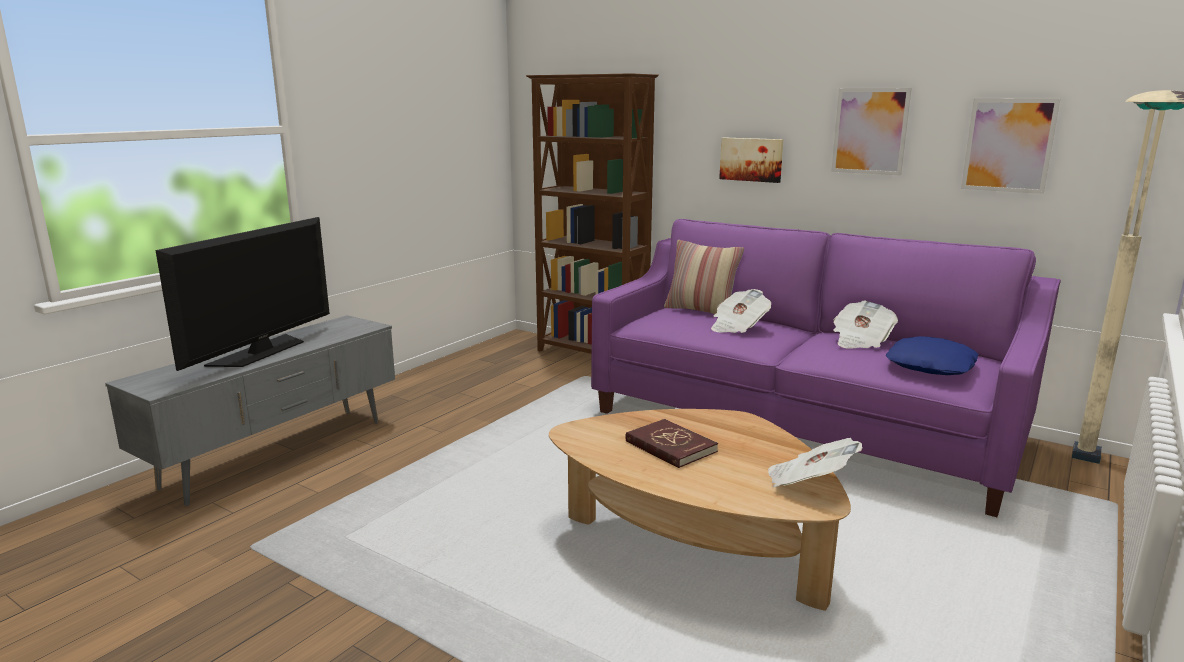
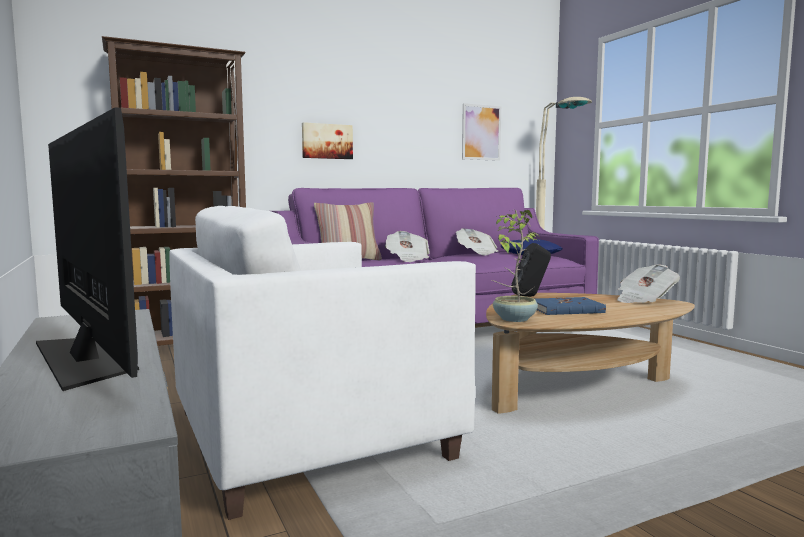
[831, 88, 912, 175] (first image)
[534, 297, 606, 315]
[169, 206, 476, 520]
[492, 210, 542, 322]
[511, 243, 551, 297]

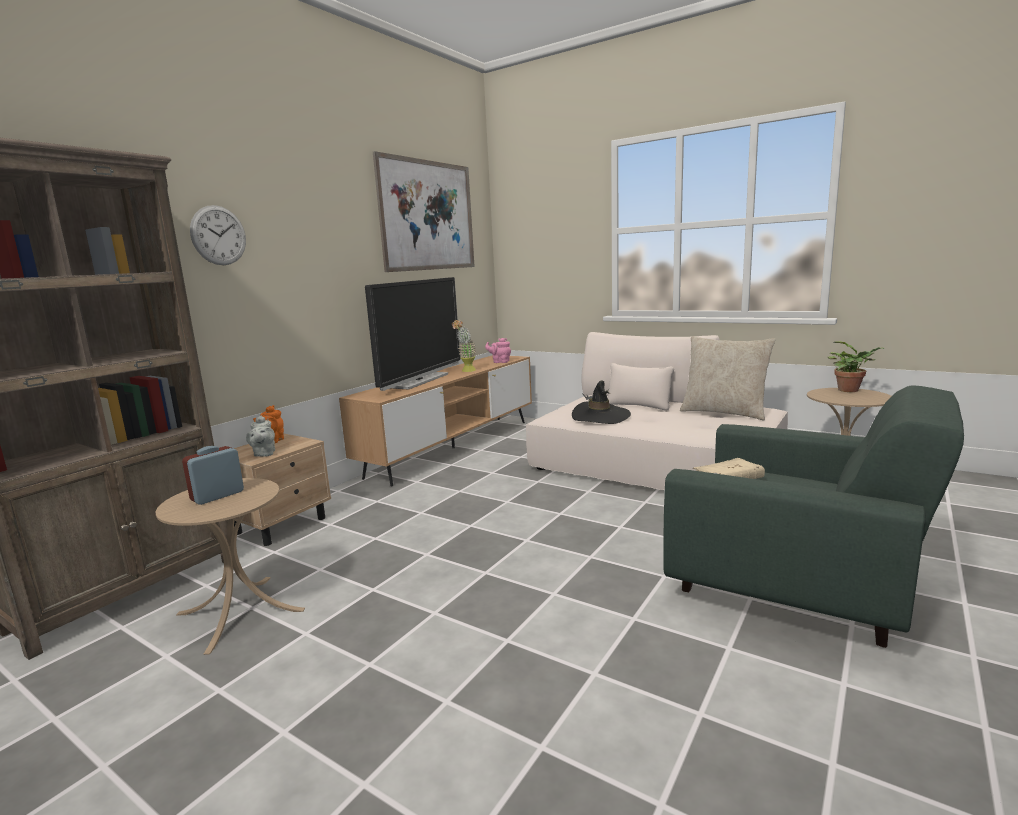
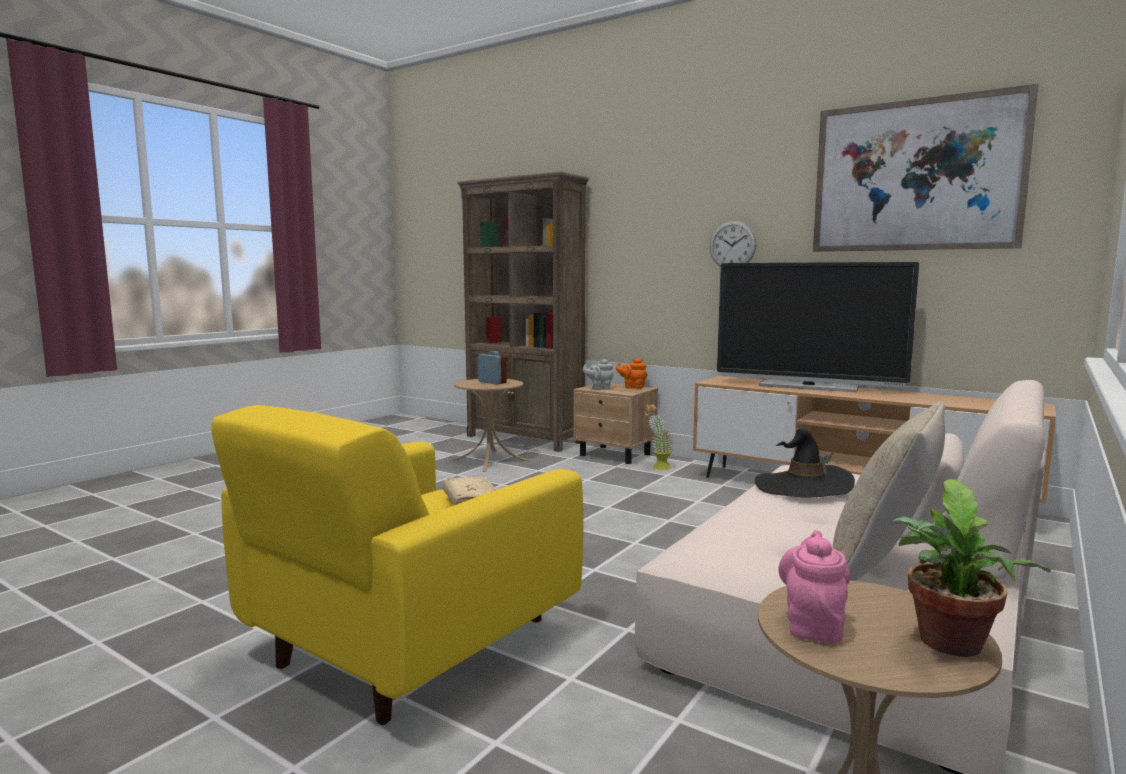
[710, 221, 757, 267]
[645, 404, 673, 470]
[778, 530, 850, 643]
[211, 405, 584, 725]

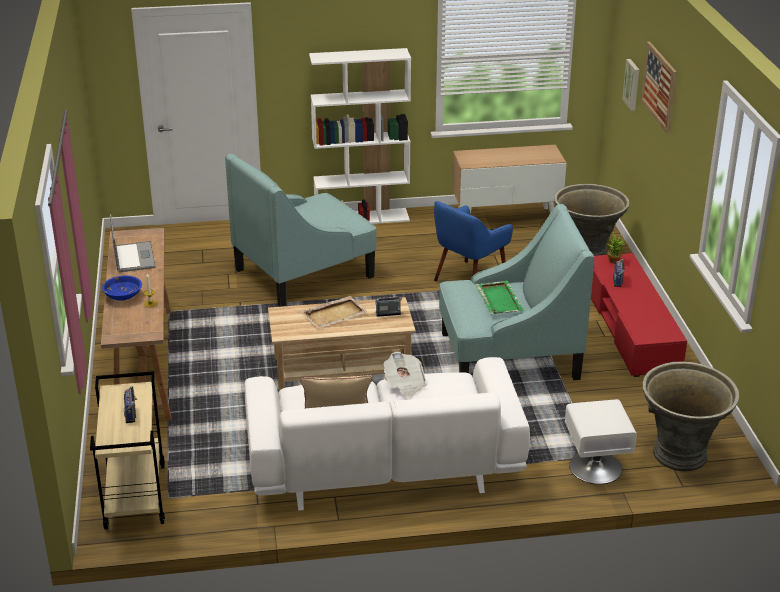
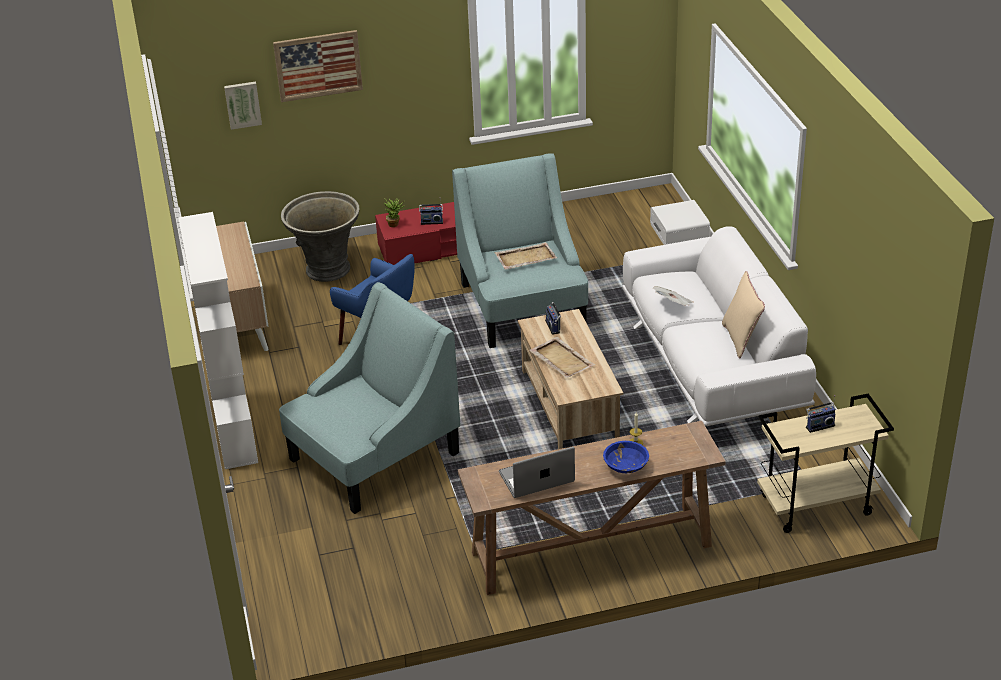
[279, 282, 460, 514]
[495, 242, 557, 270]
[642, 362, 739, 472] (first image)

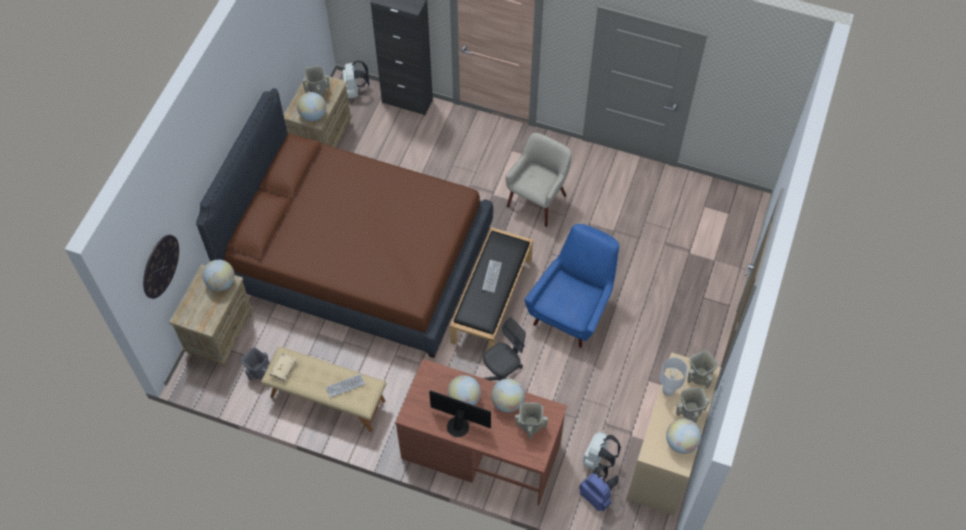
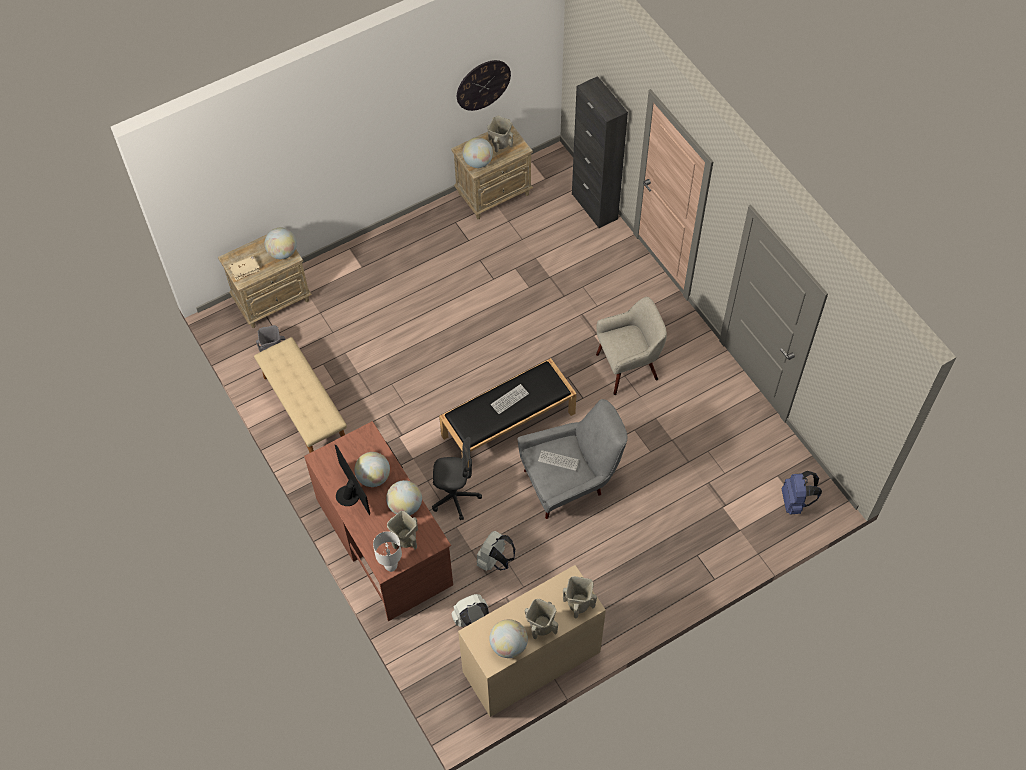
[476, 531, 515, 571]
[196, 88, 493, 358] (first image)
[517, 399, 627, 519]
[457, 60, 511, 111]
[229, 255, 260, 281]
[373, 531, 402, 572]
[538, 450, 579, 471]
[782, 471, 822, 515]

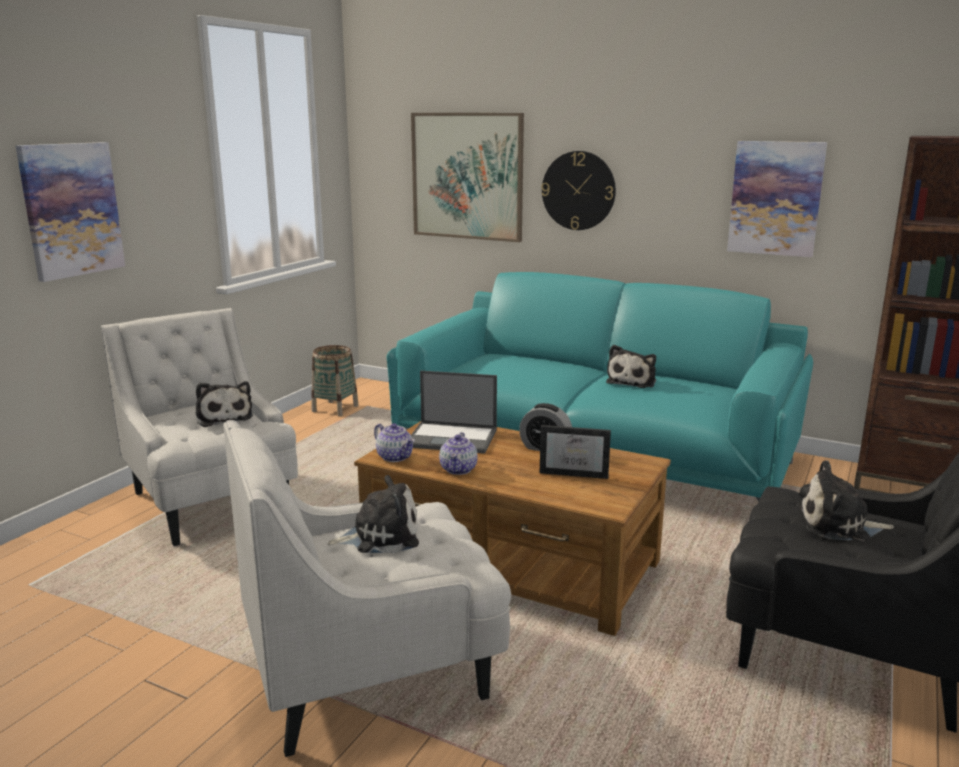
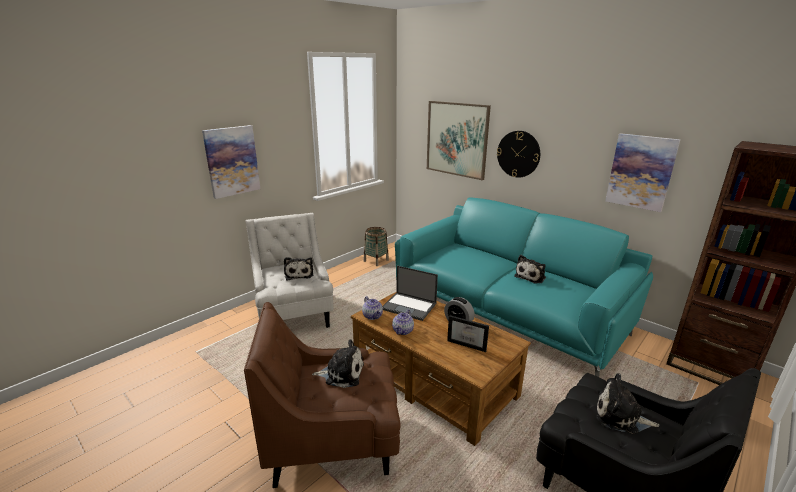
[244, 302, 401, 488]

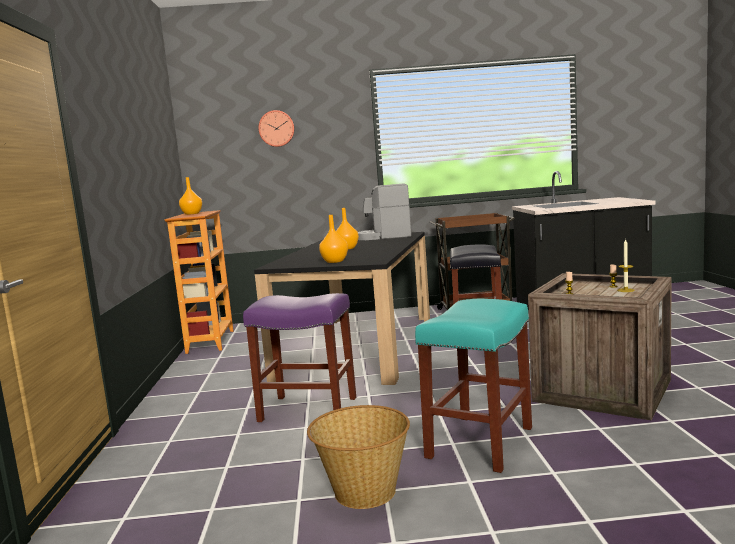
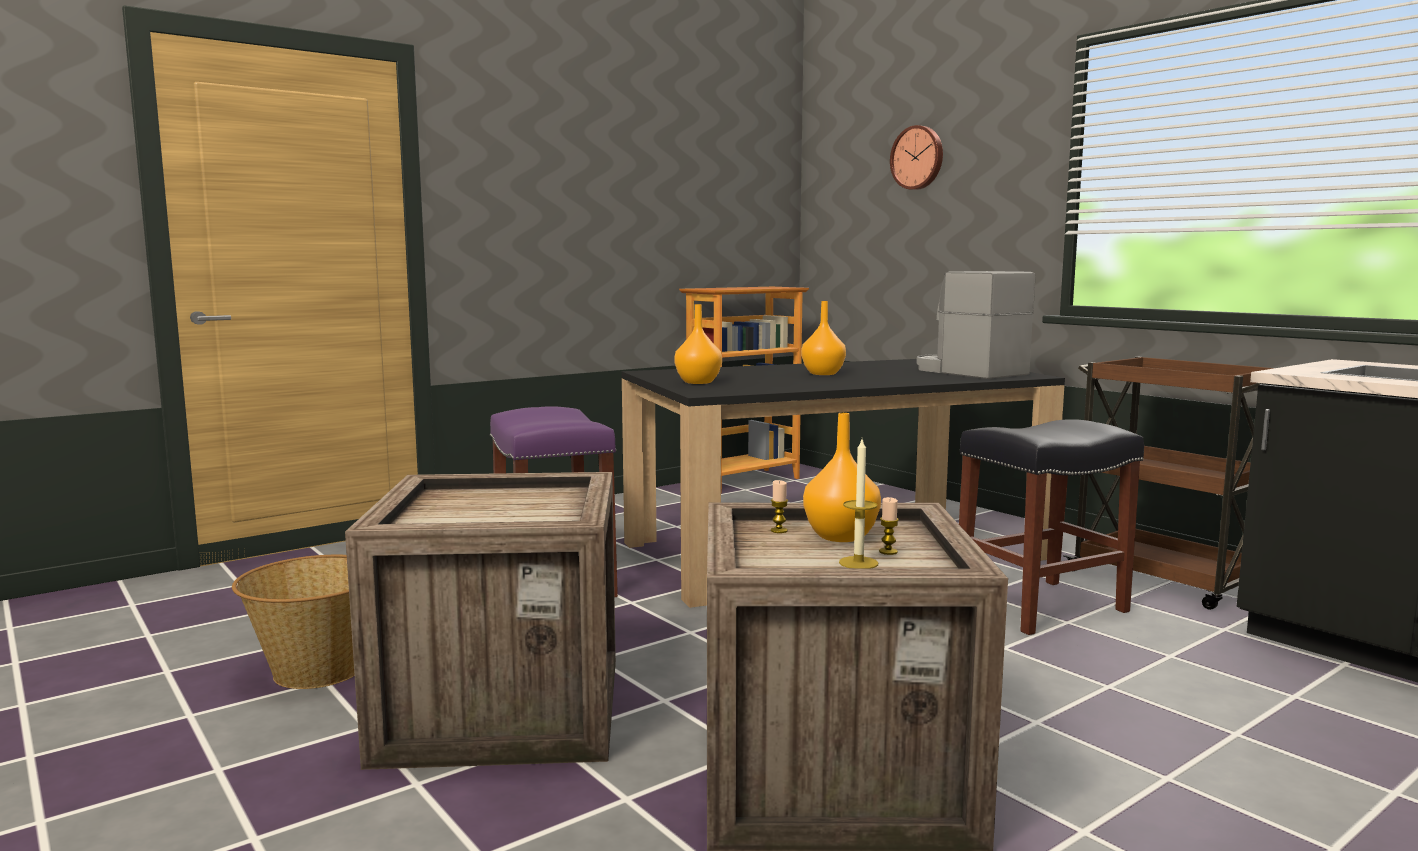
[803, 413, 881, 542]
[345, 472, 616, 770]

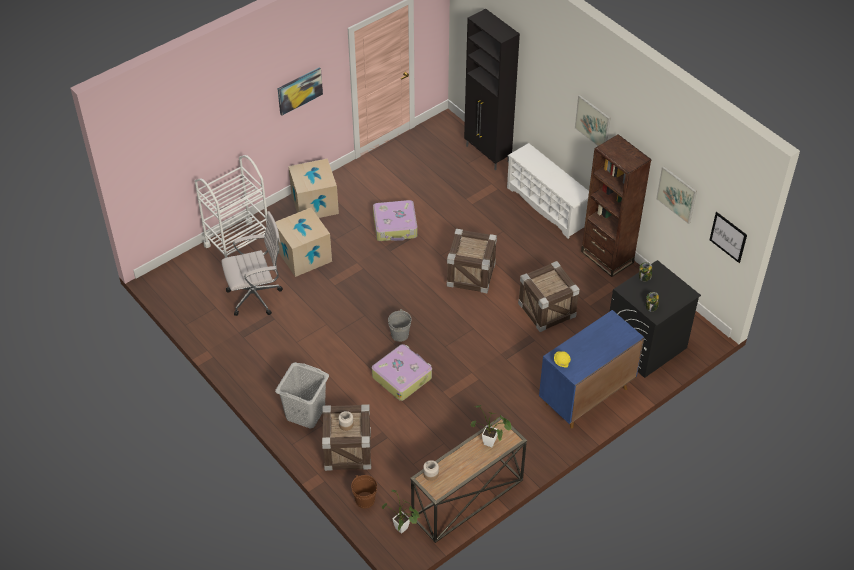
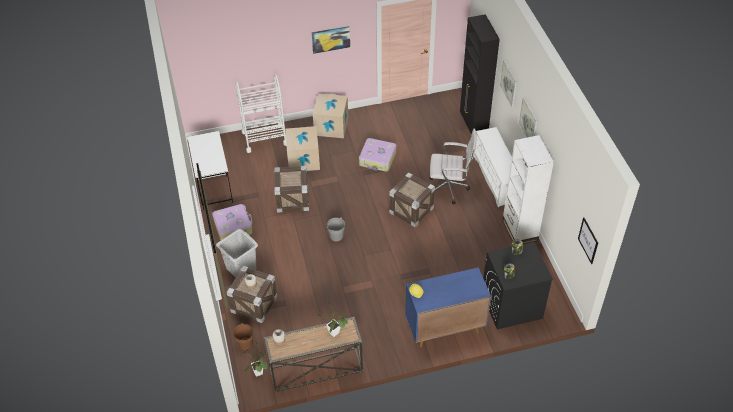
[502, 135, 554, 244]
[500, 60, 517, 107]
[430, 128, 476, 204]
[274, 166, 309, 213]
[212, 204, 253, 241]
[187, 131, 233, 210]

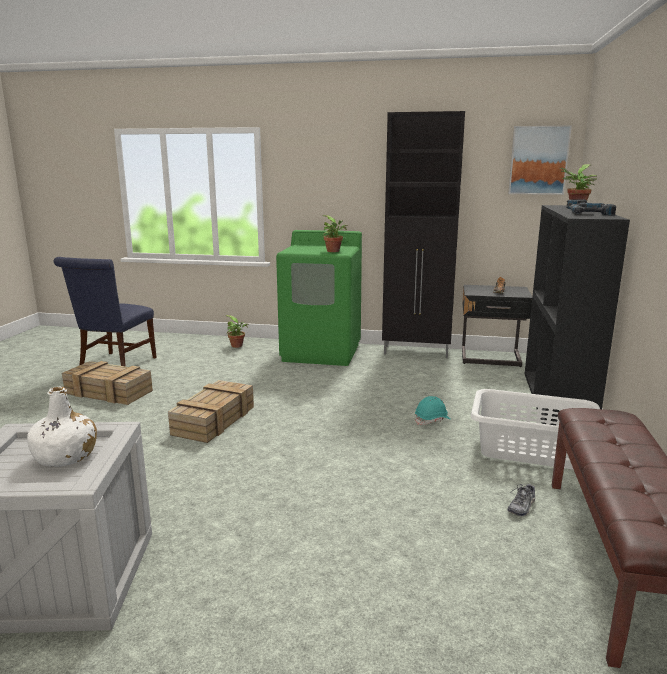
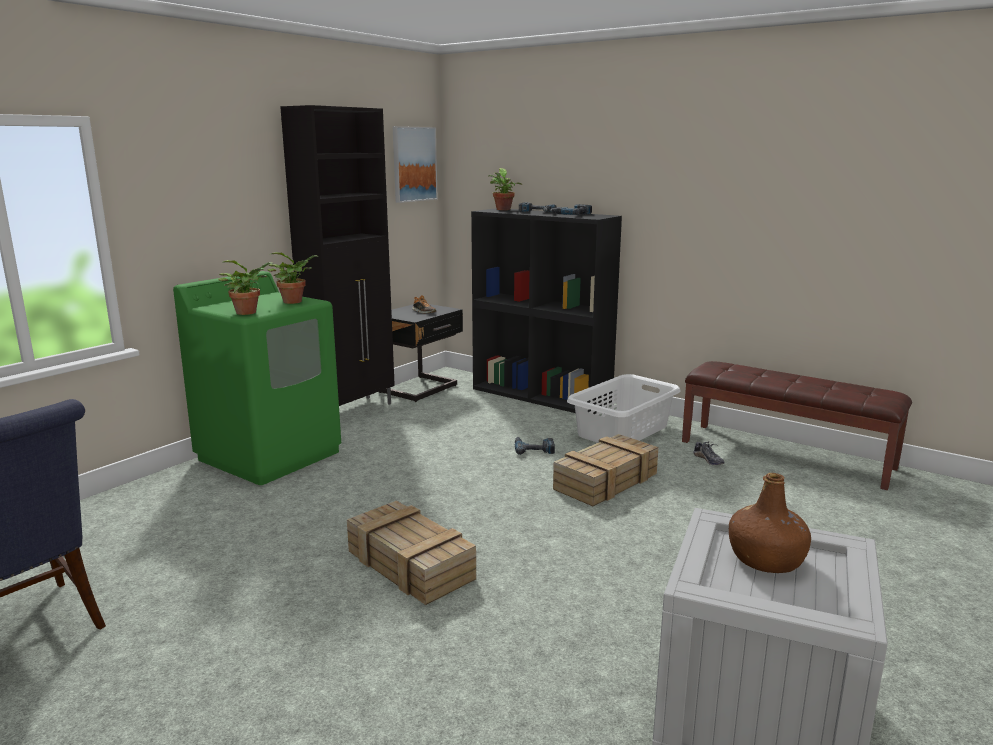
[218, 260, 274, 315]
[553, 434, 659, 506]
[729, 473, 811, 573]
[515, 437, 555, 455]

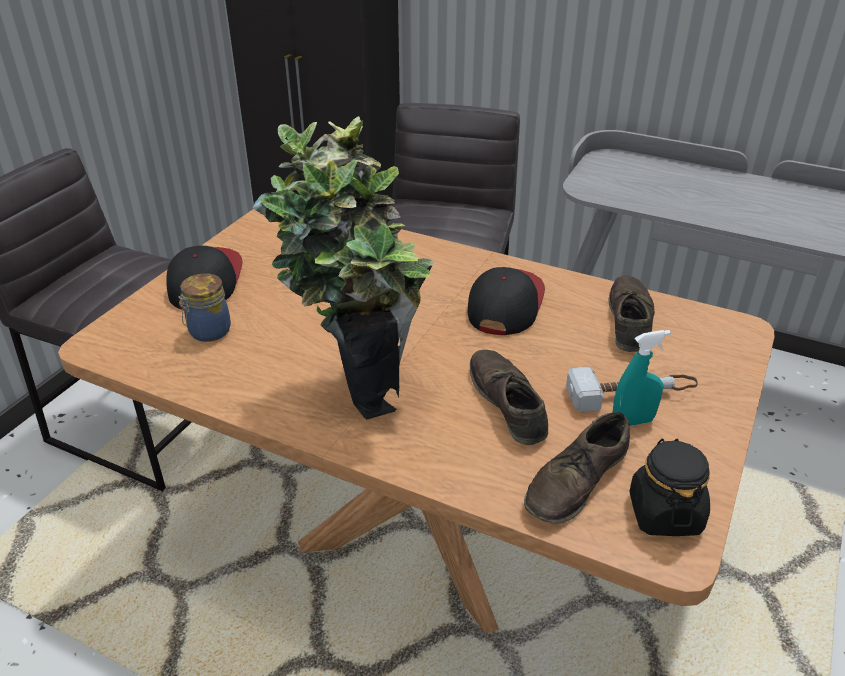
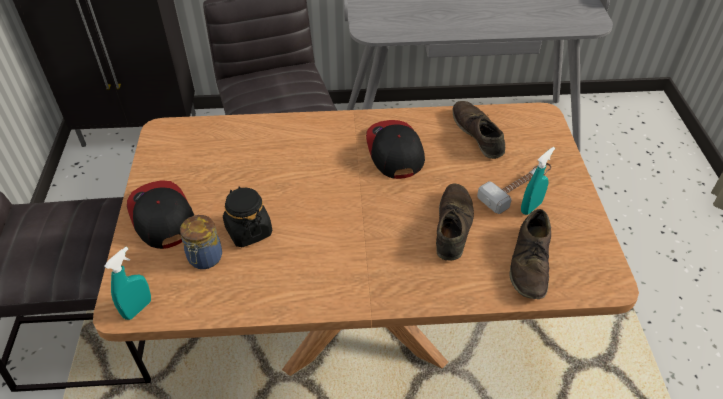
[252, 116, 433, 419] (first image)
[436, 183, 474, 261]
[223, 187, 272, 247]
[104, 247, 151, 320]

